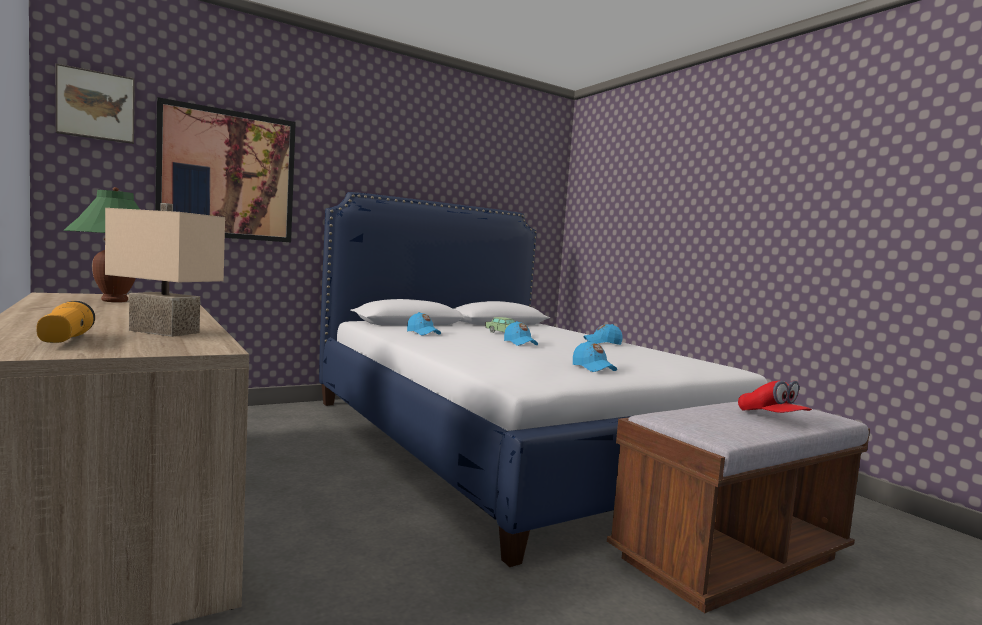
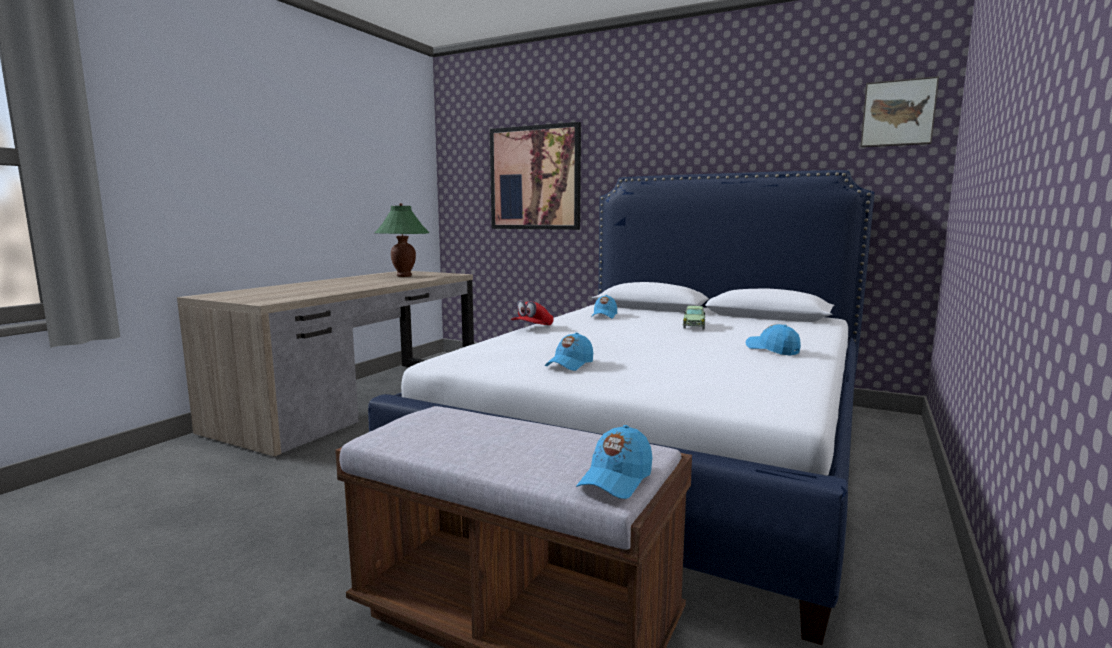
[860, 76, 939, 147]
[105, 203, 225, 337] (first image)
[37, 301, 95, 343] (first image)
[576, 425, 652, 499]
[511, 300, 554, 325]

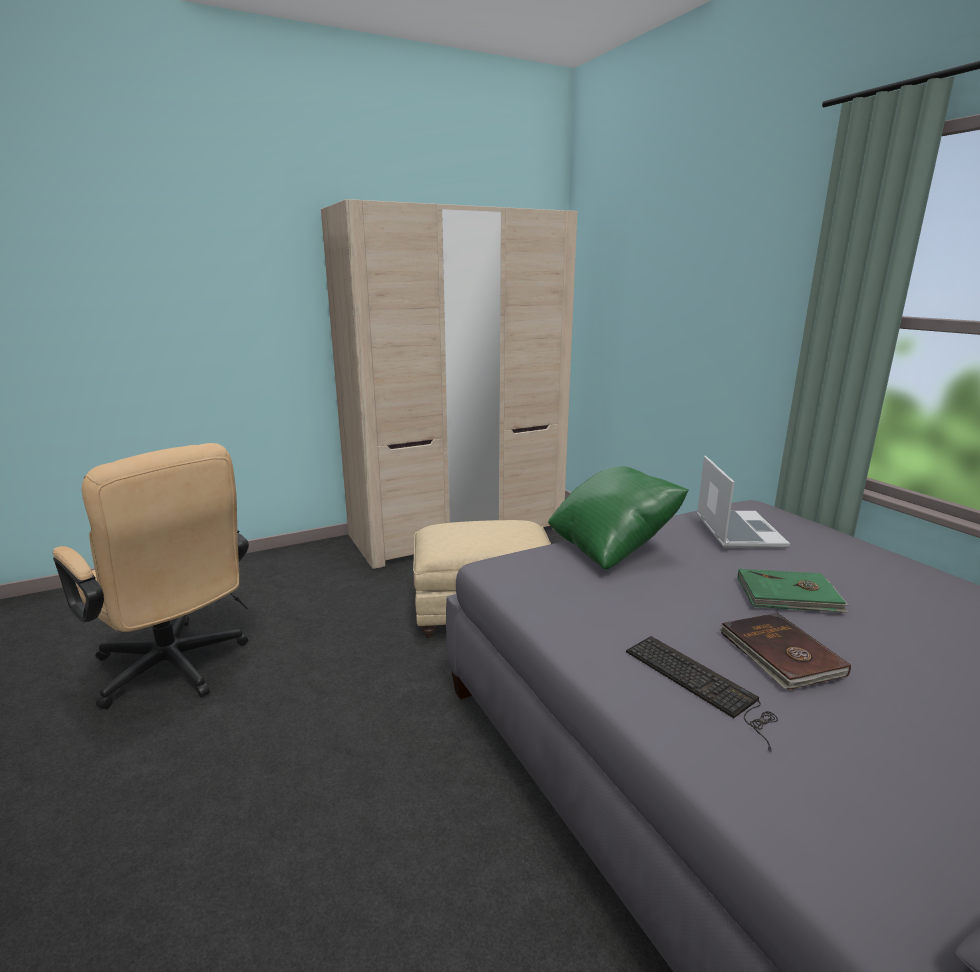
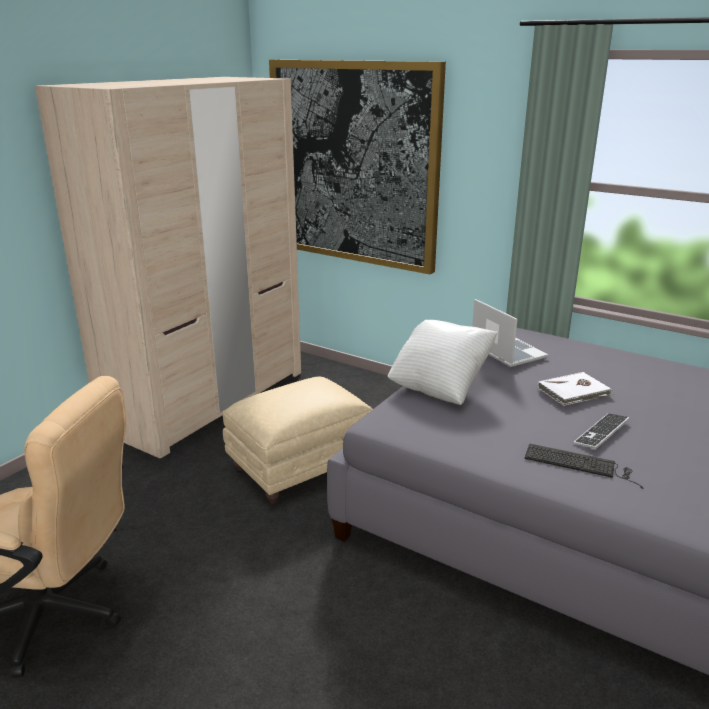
[388, 320, 498, 405]
[538, 372, 613, 406]
[573, 413, 630, 450]
[269, 60, 446, 275]

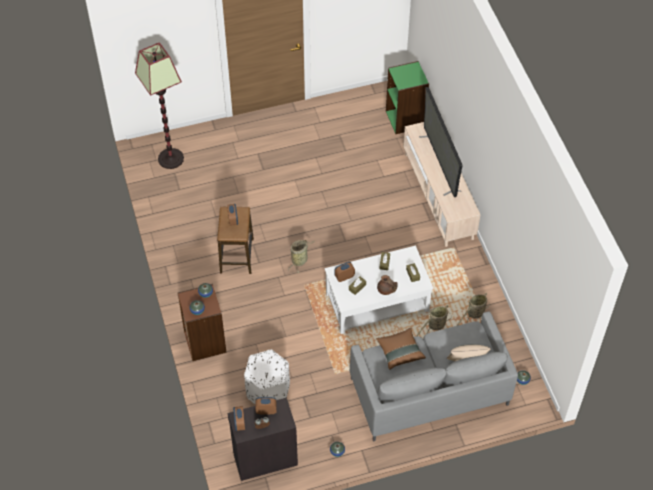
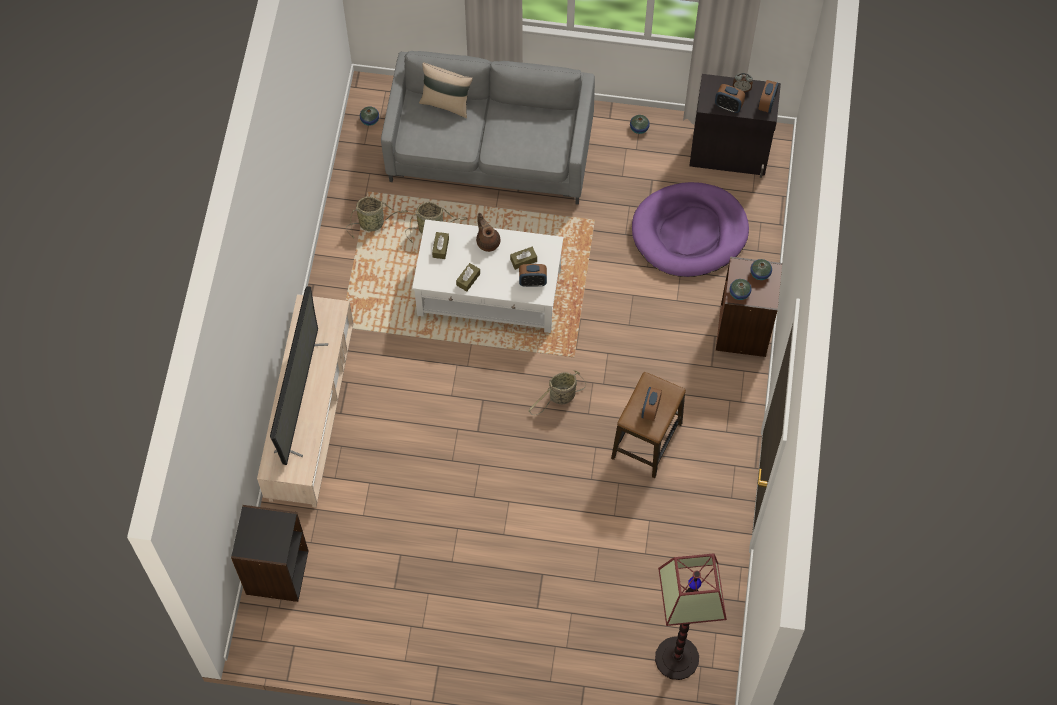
[231, 505, 309, 602]
[376, 328, 426, 370] (first image)
[632, 182, 749, 277]

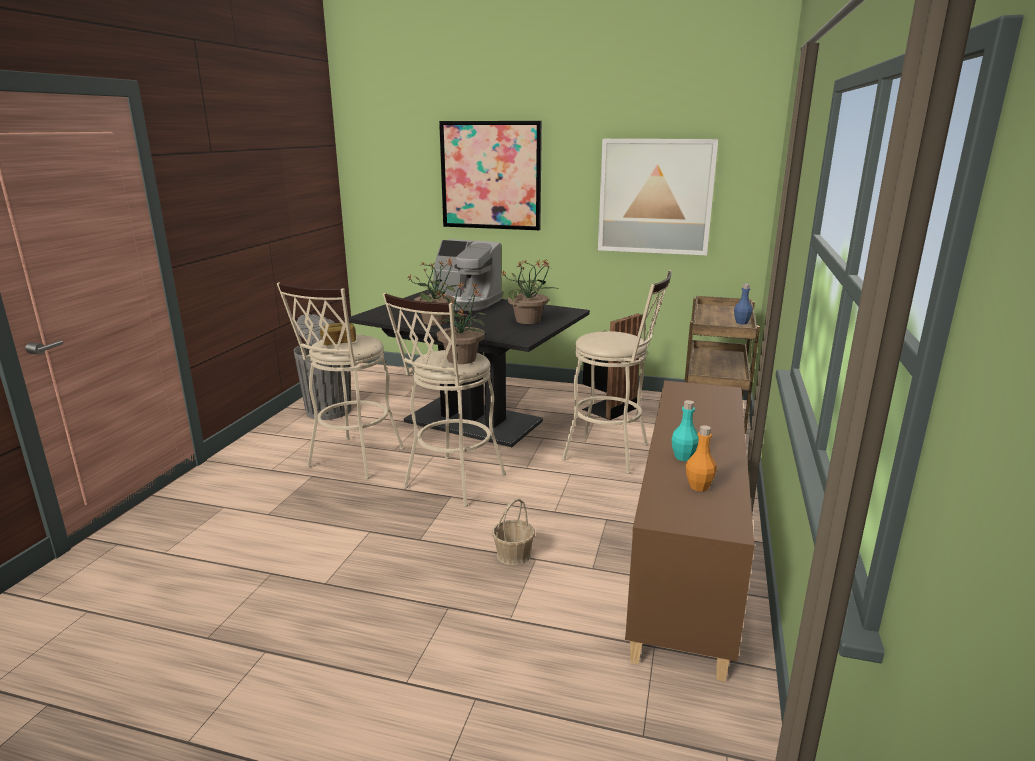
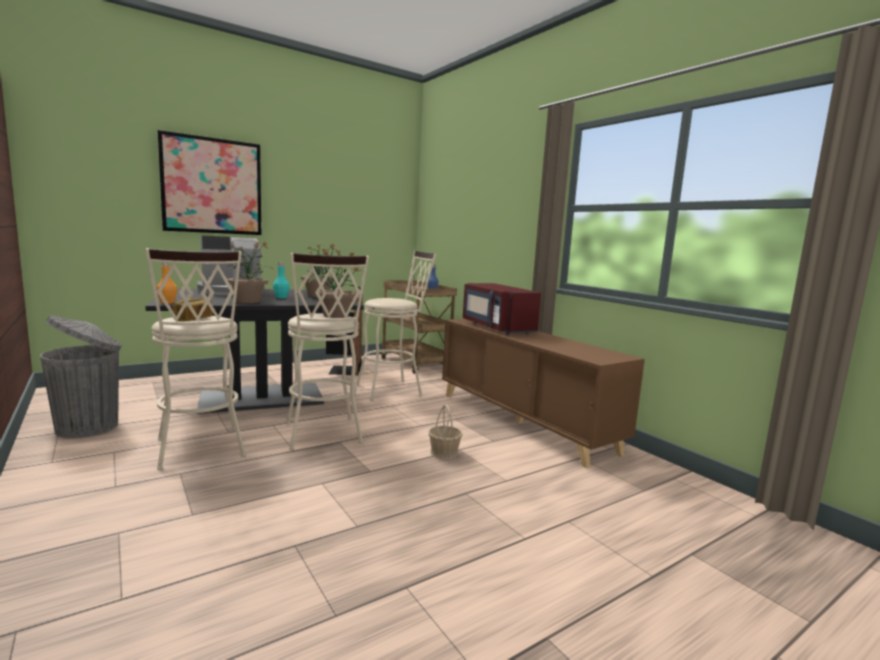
[598, 139, 718, 255] (first image)
[273, 262, 290, 298]
[156, 262, 177, 304]
[463, 283, 541, 335]

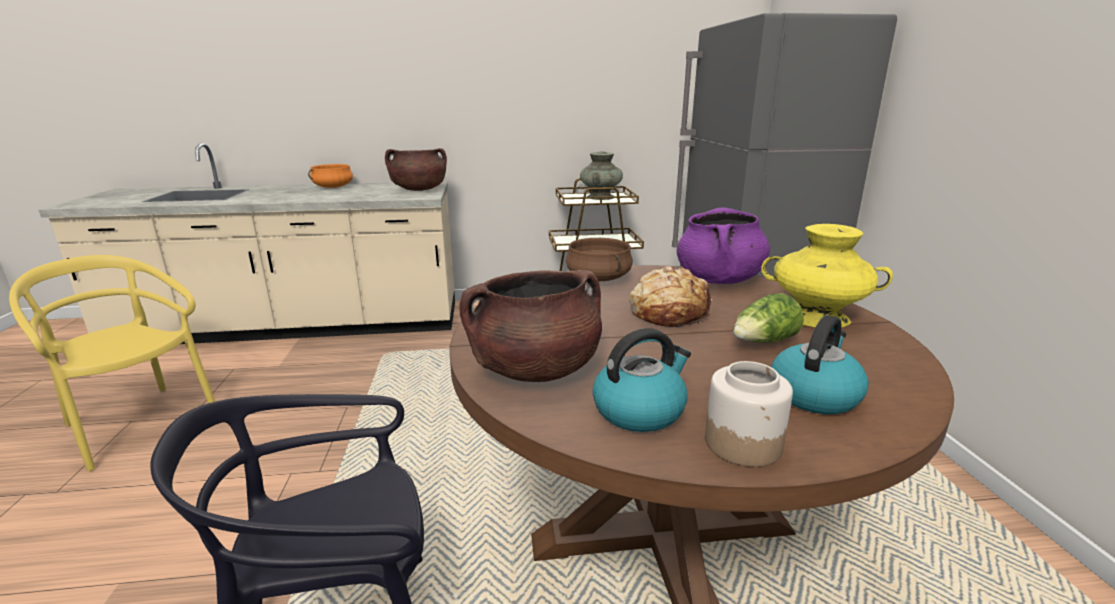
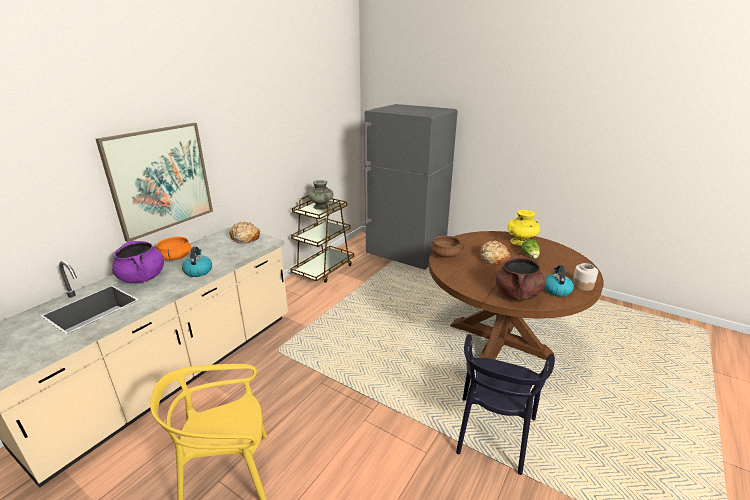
[229, 222, 260, 244]
[112, 241, 164, 284]
[182, 247, 212, 277]
[96, 123, 213, 242]

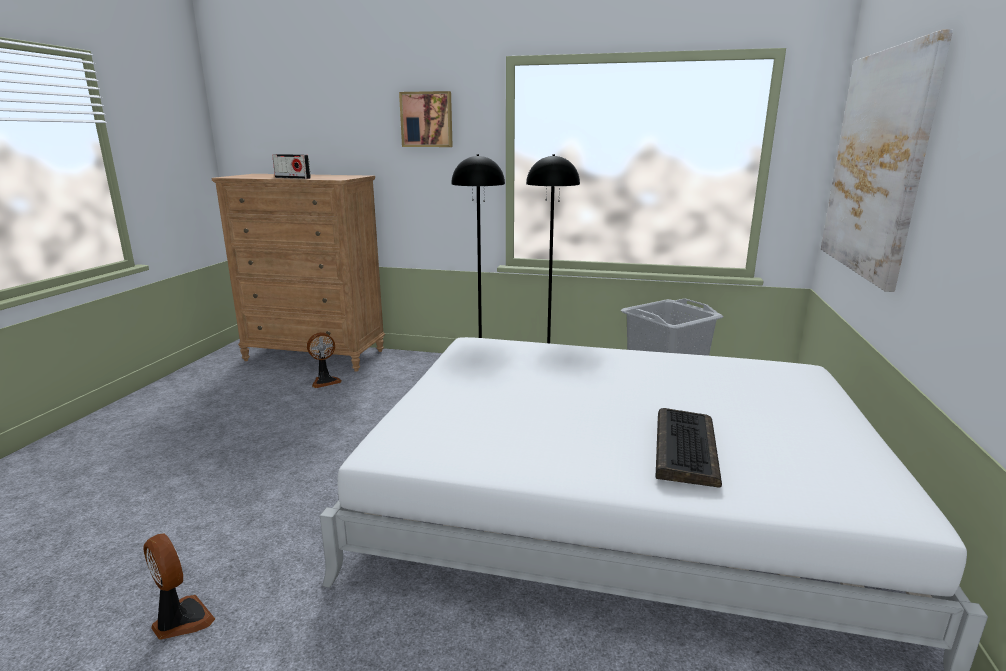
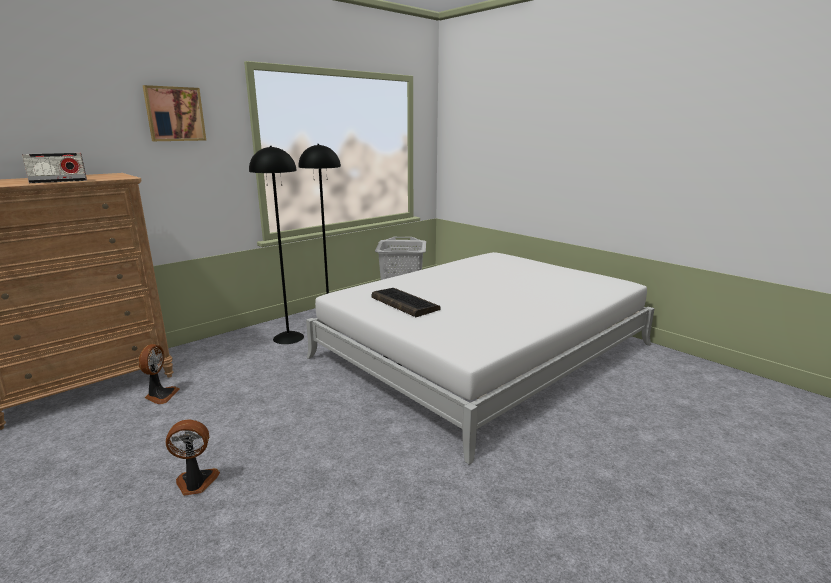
[821, 29, 953, 292] (first image)
[372, 288, 441, 317]
[166, 420, 220, 496]

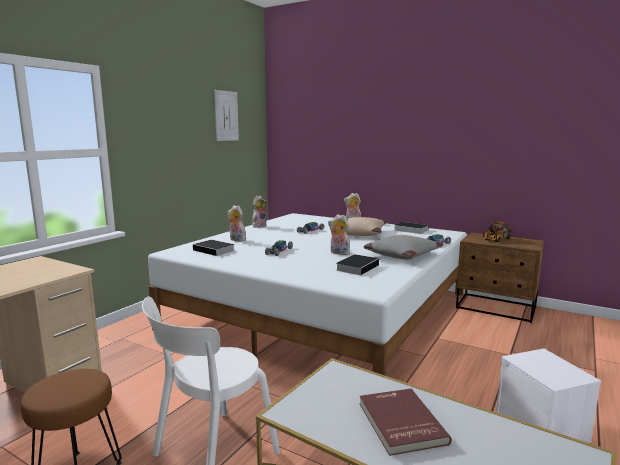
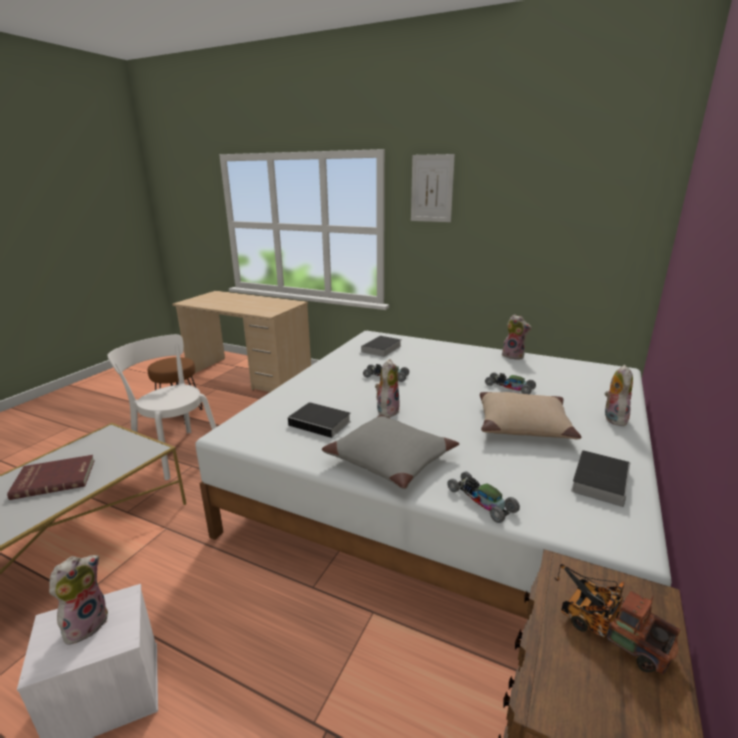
[411, 154, 455, 222]
[49, 555, 108, 645]

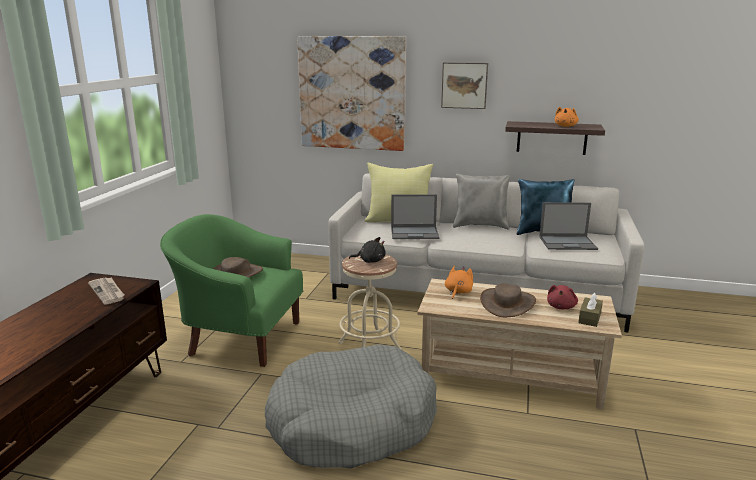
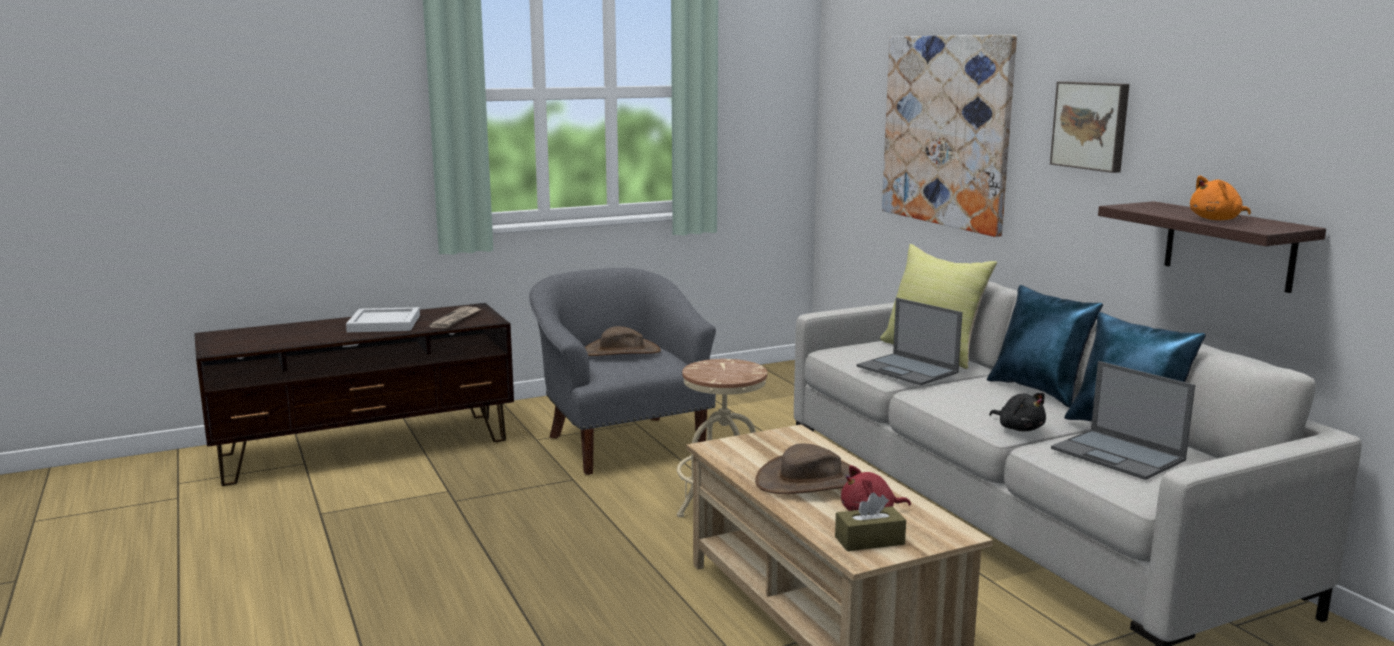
[987, 285, 1103, 408]
[529, 268, 716, 475]
[989, 393, 1046, 431]
[445, 266, 473, 299] (first image)
[265, 344, 437, 468] (first image)
[346, 307, 420, 332]

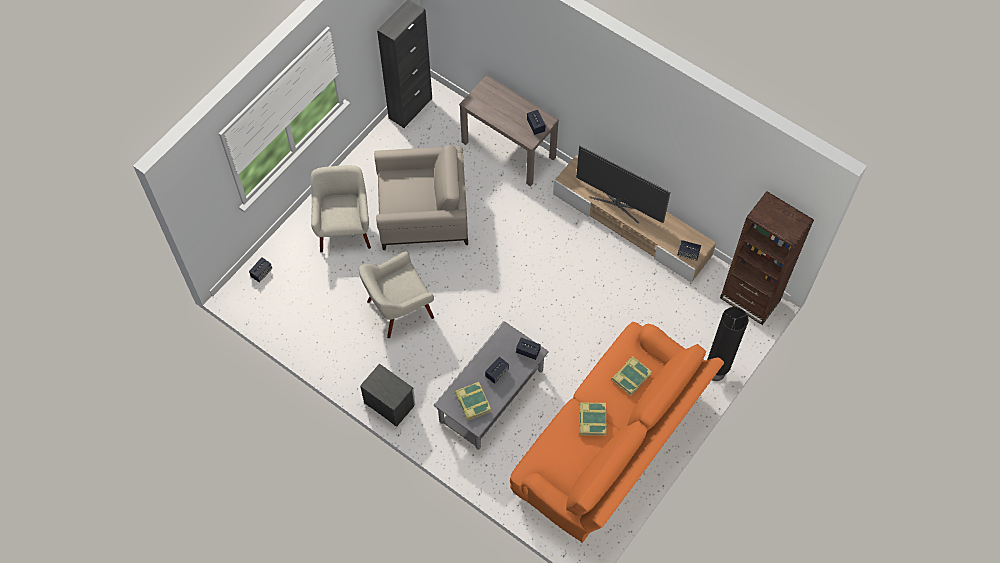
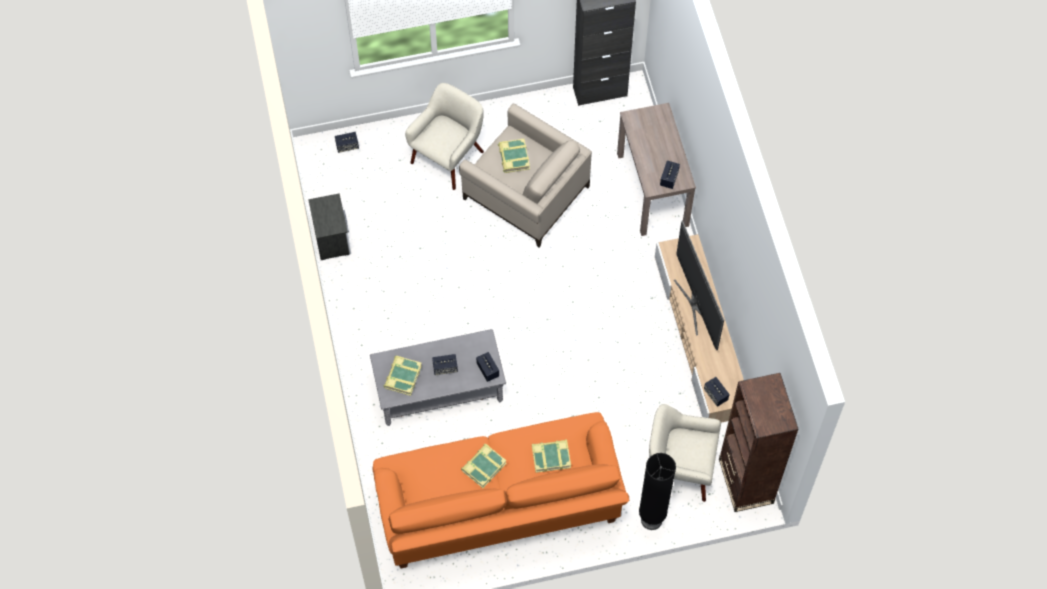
[649, 404, 721, 502]
[308, 193, 351, 260]
[498, 139, 530, 173]

